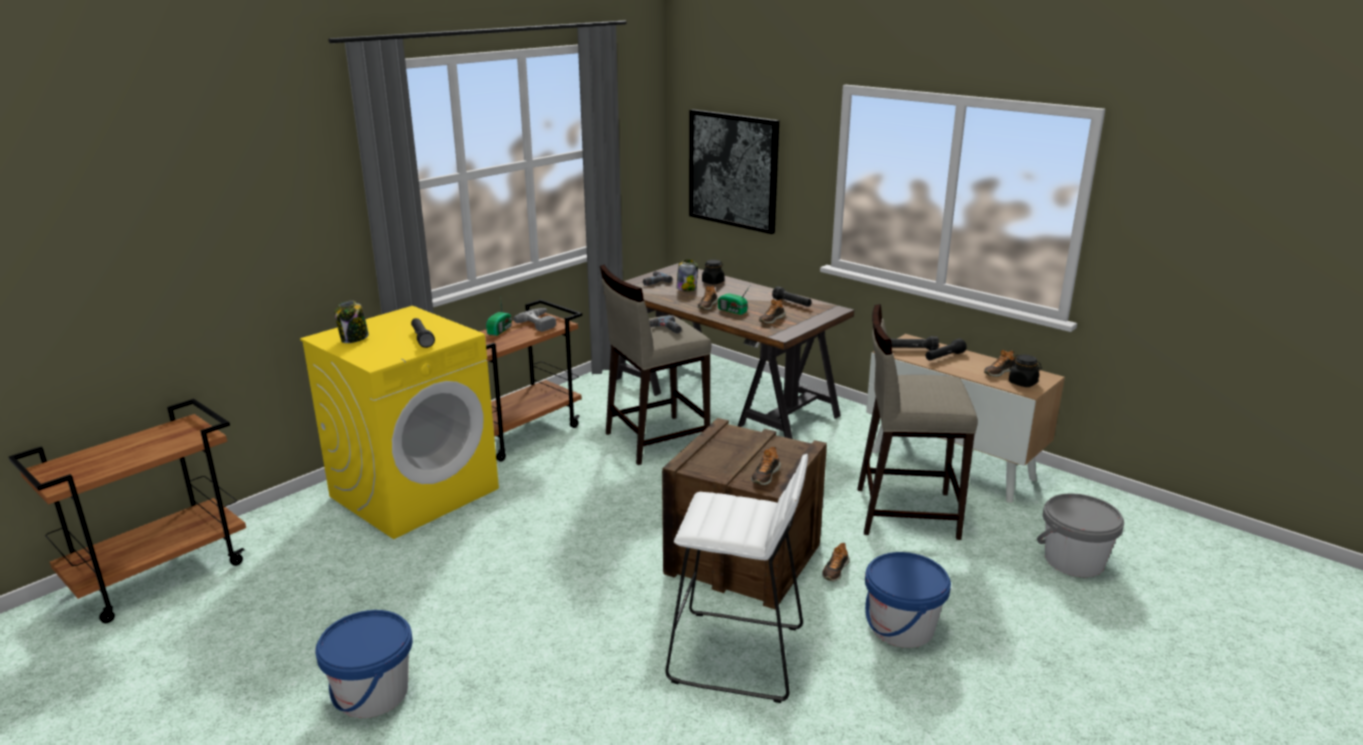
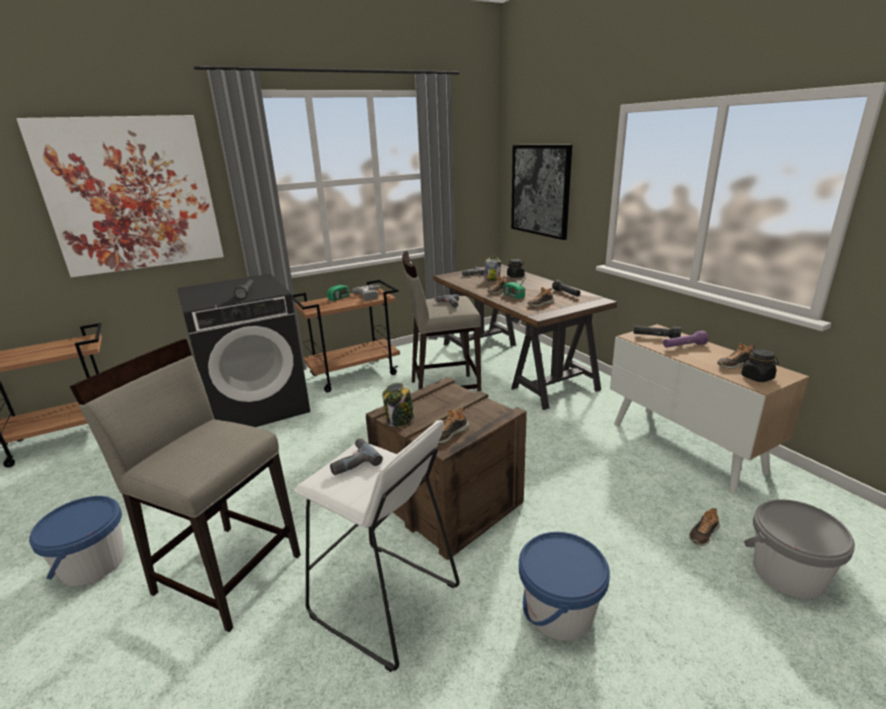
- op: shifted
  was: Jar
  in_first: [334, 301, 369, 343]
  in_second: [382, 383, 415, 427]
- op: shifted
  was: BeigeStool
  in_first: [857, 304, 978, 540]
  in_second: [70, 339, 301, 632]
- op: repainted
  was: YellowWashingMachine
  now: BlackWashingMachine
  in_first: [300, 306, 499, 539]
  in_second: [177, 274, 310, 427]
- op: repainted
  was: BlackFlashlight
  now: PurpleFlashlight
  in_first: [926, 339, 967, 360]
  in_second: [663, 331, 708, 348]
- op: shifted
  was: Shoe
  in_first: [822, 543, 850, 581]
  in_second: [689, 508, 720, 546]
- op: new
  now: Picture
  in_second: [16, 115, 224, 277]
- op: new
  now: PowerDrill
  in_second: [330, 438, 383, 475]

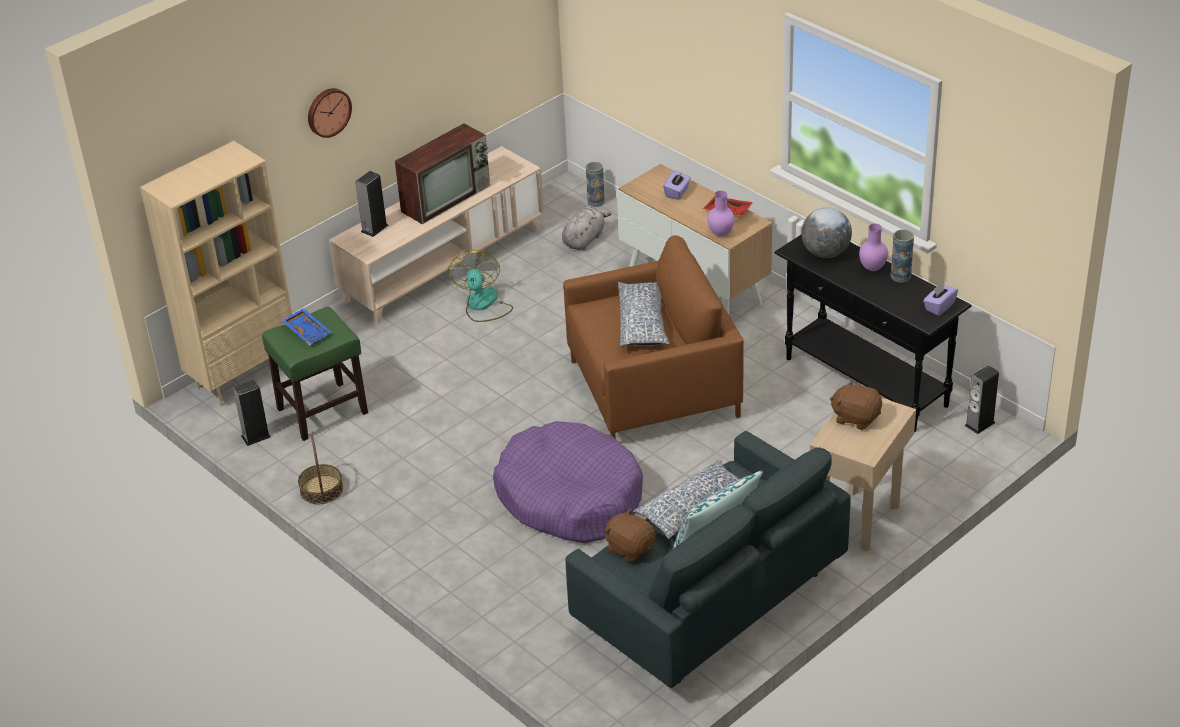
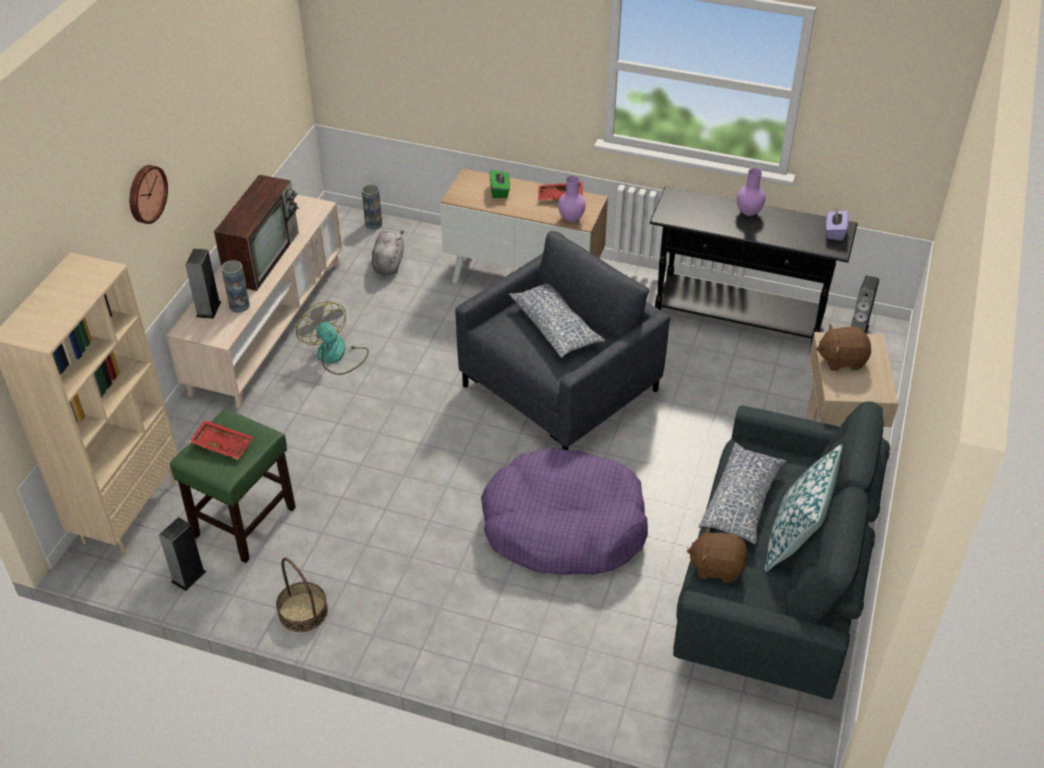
- op: repainted
  was: PurpleTissueBox
  now: GreenTissueBox
  in_first: [663, 170, 691, 200]
  in_second: [490, 169, 510, 198]
- op: gone
  was: Globe
  in_first: [801, 208, 852, 258]
- op: shifted
  was: Vase
  in_first: [891, 229, 914, 283]
  in_second: [221, 260, 250, 313]
- op: repainted
  was: BrownArmchair
  now: GreyArmchair
  in_first: [563, 235, 744, 439]
  in_second: [455, 231, 670, 450]
- op: repainted
  was: BlueTray
  now: RedTray
  in_first: [281, 308, 332, 345]
  in_second: [189, 420, 253, 460]

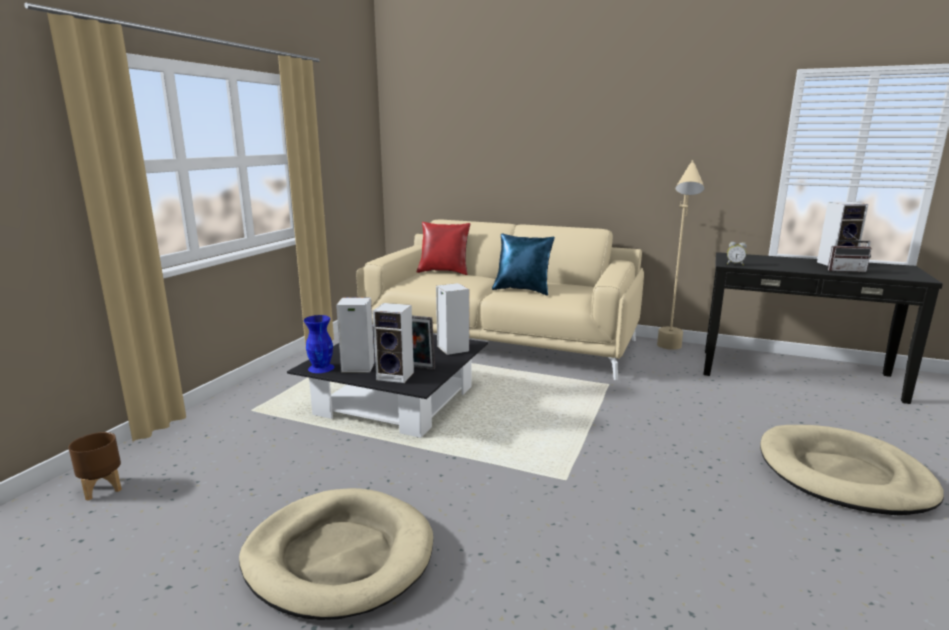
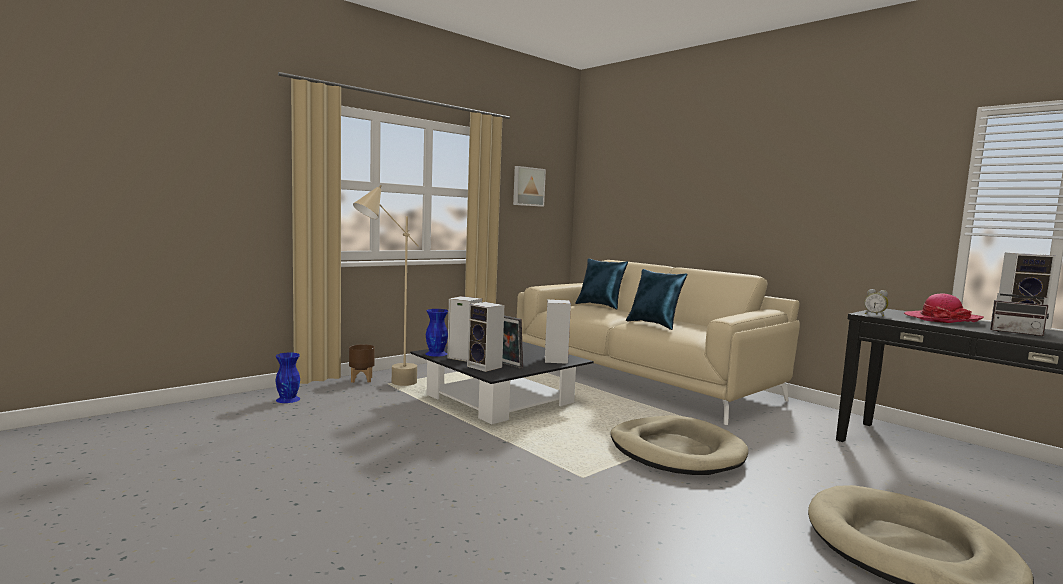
- op: shifted
  was: BeigeFloorLamp
  in_first: [657, 160, 705, 350]
  in_second: [353, 185, 418, 386]
- op: repainted
  was: RedPillow
  now: BluePillow
  in_first: [417, 222, 471, 275]
  in_second: [575, 258, 628, 310]
- op: shifted
  was: BrownPlanter
  in_first: [69, 432, 122, 501]
  in_second: [349, 344, 375, 383]
- op: shifted
  was: BeigeDogBed
  in_first: [239, 488, 433, 620]
  in_second: [610, 415, 748, 475]
- op: new
  now: Picture
  in_second: [513, 166, 546, 207]
- op: new
  now: Hat
  in_second: [904, 293, 984, 323]
- op: new
  now: BlueVase
  in_second: [275, 353, 300, 403]

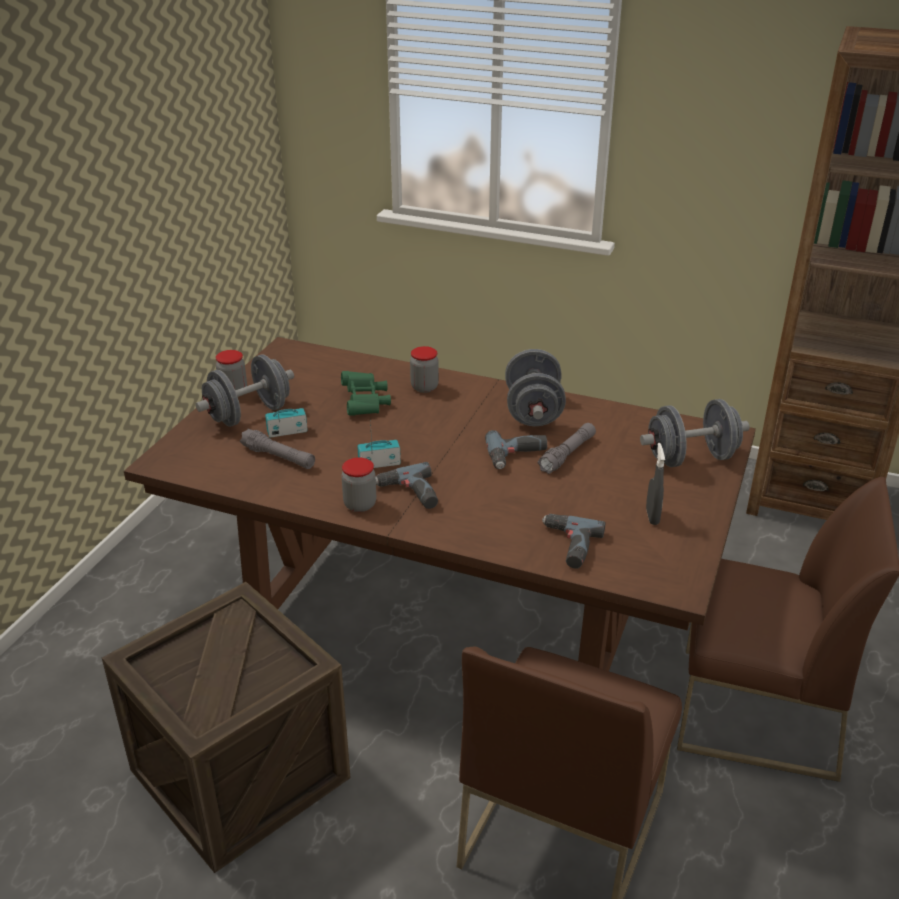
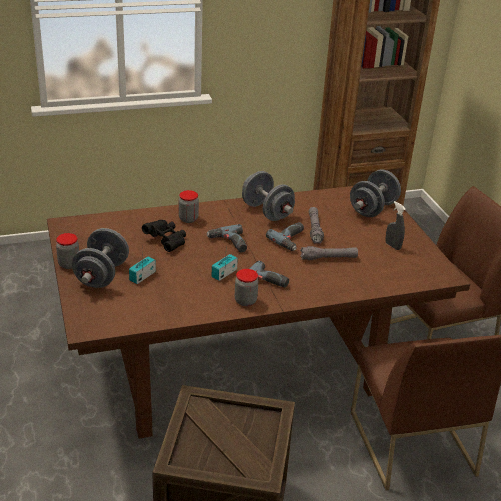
- op: repainted
  was: GreenBinoculars
  now: BlackBinoculars
  in_first: [341, 371, 391, 415]
  in_second: [142, 220, 186, 252]
- op: shifted
  was: GreyFlashlight
  in_first: [240, 429, 315, 469]
  in_second: [300, 246, 358, 260]
- op: shifted
  was: PowerDrill
  in_first: [542, 514, 605, 569]
  in_second: [206, 224, 247, 252]

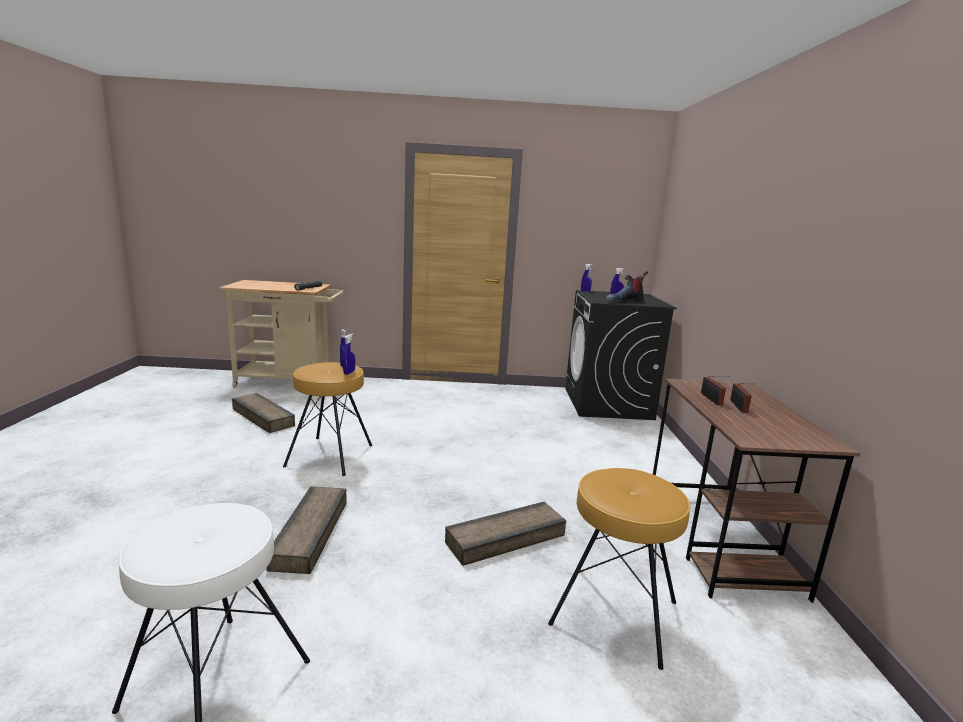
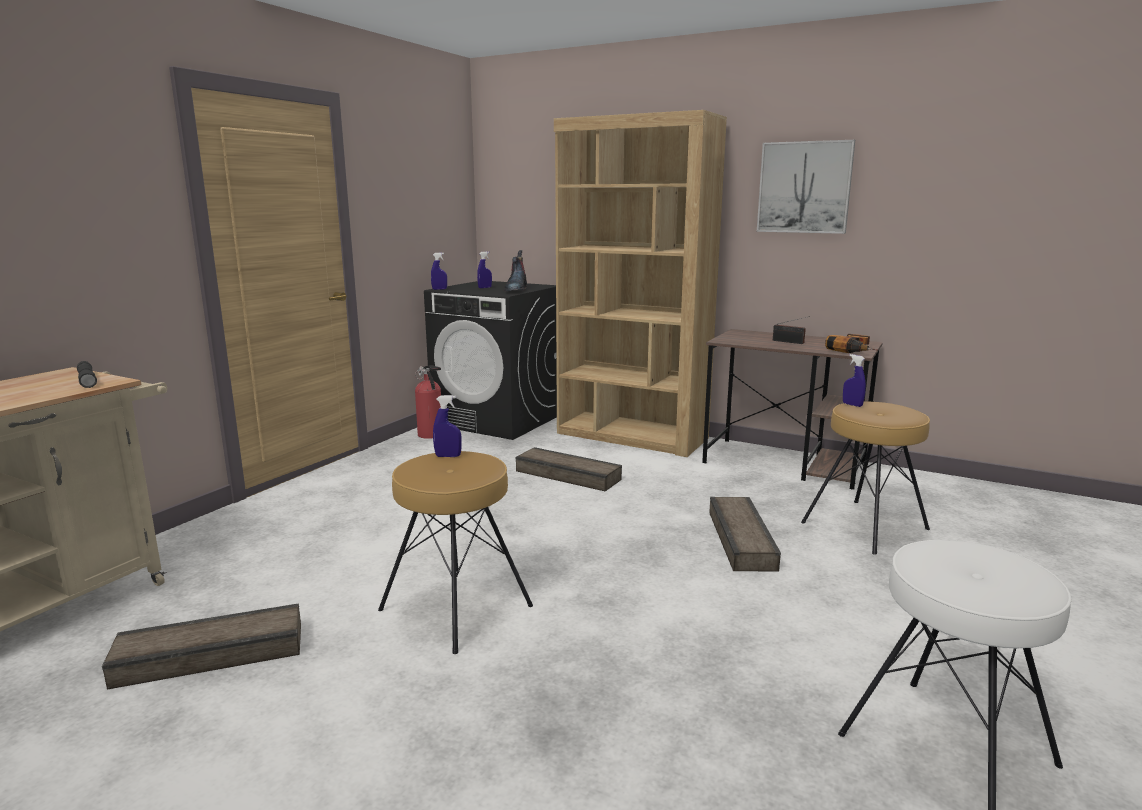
- op: shifted
  was: BlueSprayBottle
  in_first: [343, 333, 355, 375]
  in_second: [843, 354, 866, 407]
- op: gone
  was: Radio
  in_first: [701, 376, 730, 405]
- op: shifted
  was: Crate
  in_first: [266, 486, 347, 574]
  in_second: [516, 447, 622, 491]
- op: new
  now: BrownBookcase
  in_second: [554, 110, 727, 457]
- op: new
  now: Picture
  in_second: [757, 140, 855, 234]
- op: new
  now: PowerDrill
  in_second: [825, 334, 878, 353]
- op: new
  now: FireExtinguisher
  in_second: [415, 365, 441, 439]

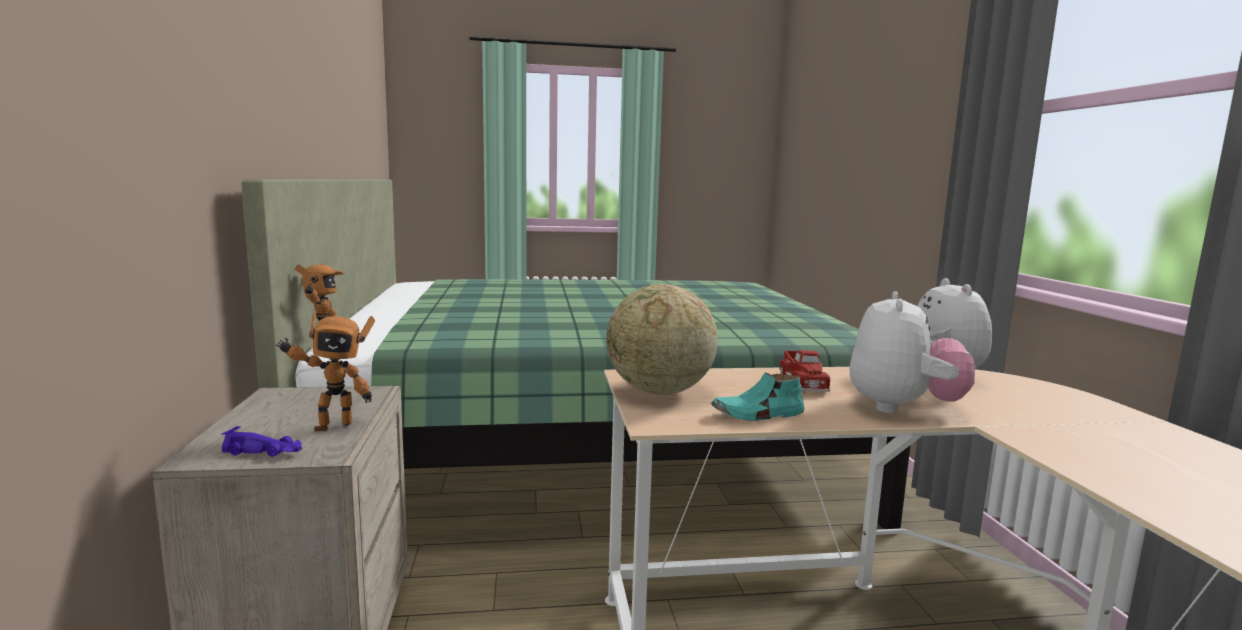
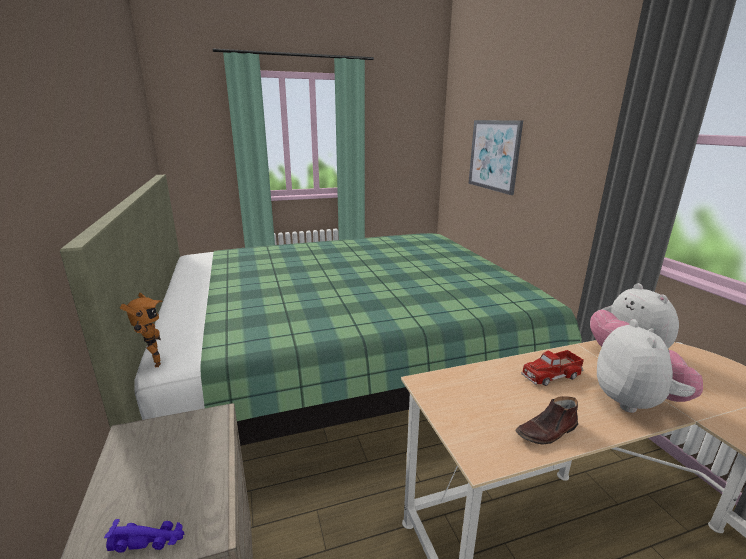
- op: gone
  was: Globe
  in_first: [606, 284, 718, 395]
- op: gone
  was: ToyRobot
  in_first: [276, 312, 375, 431]
- op: rotated
  was: ToyTruck
  in_first: [780, 350, 830, 392]
  in_second: [521, 350, 584, 386]
  clockwise: 75
- op: repainted
  was: TurquoiseShoe
  now: BrownShoe
  in_first: [711, 373, 804, 421]
  in_second: [516, 396, 578, 445]
- op: new
  now: Picture
  in_second: [469, 120, 523, 195]

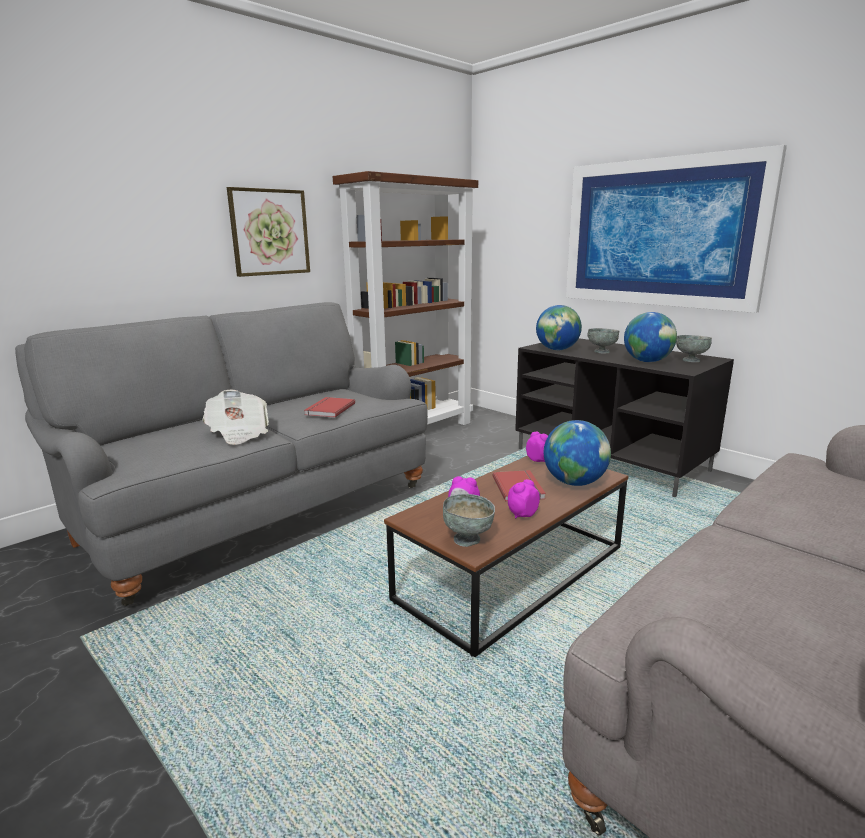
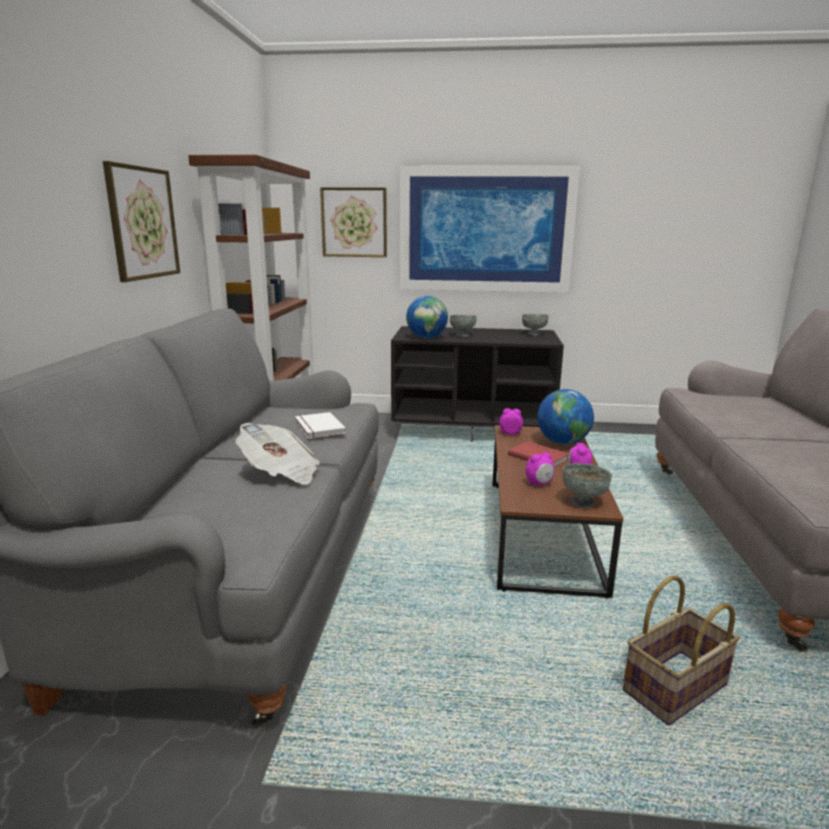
- op: gone
  was: Globe
  in_first: [624, 312, 677, 362]
- op: repainted
  was: RedBook
  now: WhiteBook
  in_first: [304, 397, 355, 417]
  in_second: [295, 412, 346, 438]
- op: new
  now: Picture
  in_second: [320, 187, 387, 257]
- op: new
  now: Basket
  in_second: [623, 575, 740, 725]

